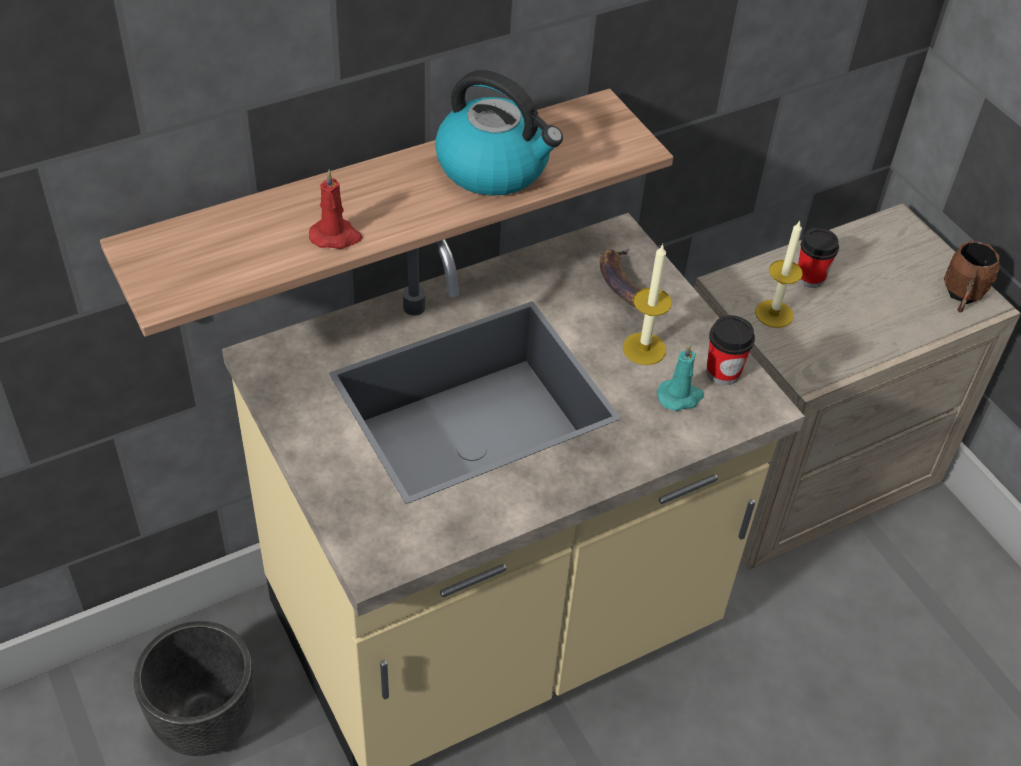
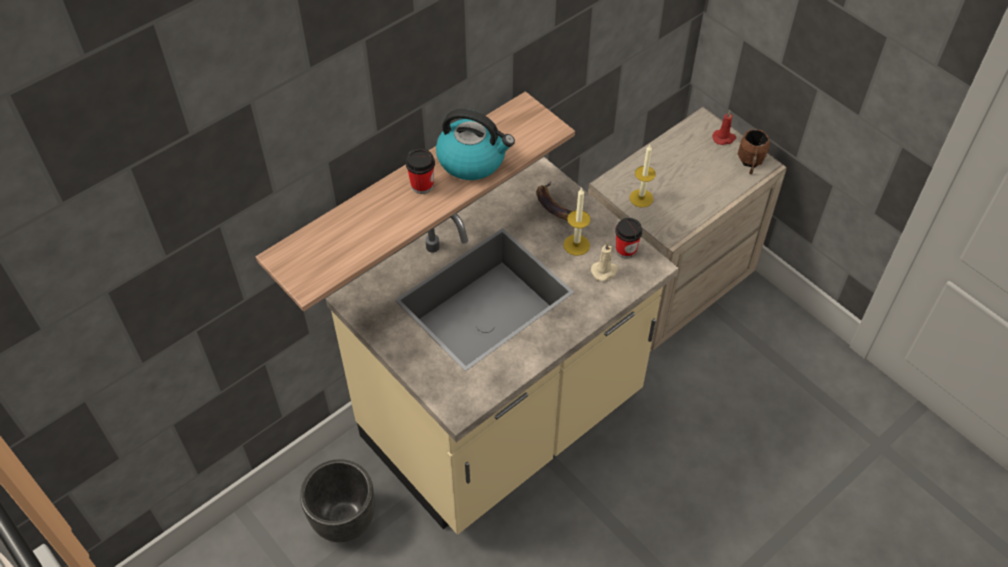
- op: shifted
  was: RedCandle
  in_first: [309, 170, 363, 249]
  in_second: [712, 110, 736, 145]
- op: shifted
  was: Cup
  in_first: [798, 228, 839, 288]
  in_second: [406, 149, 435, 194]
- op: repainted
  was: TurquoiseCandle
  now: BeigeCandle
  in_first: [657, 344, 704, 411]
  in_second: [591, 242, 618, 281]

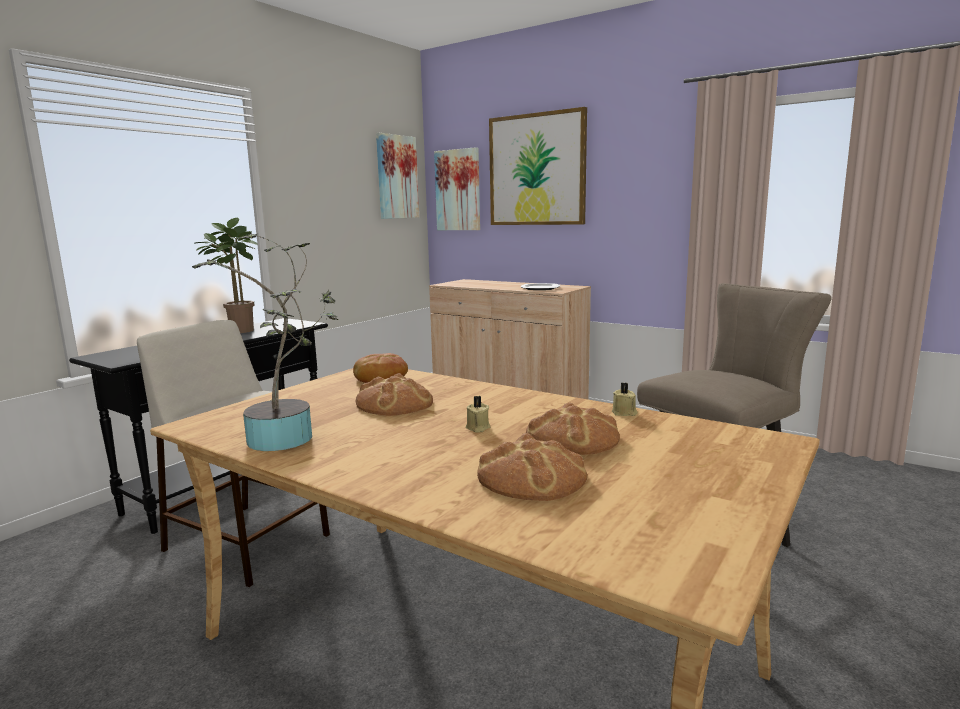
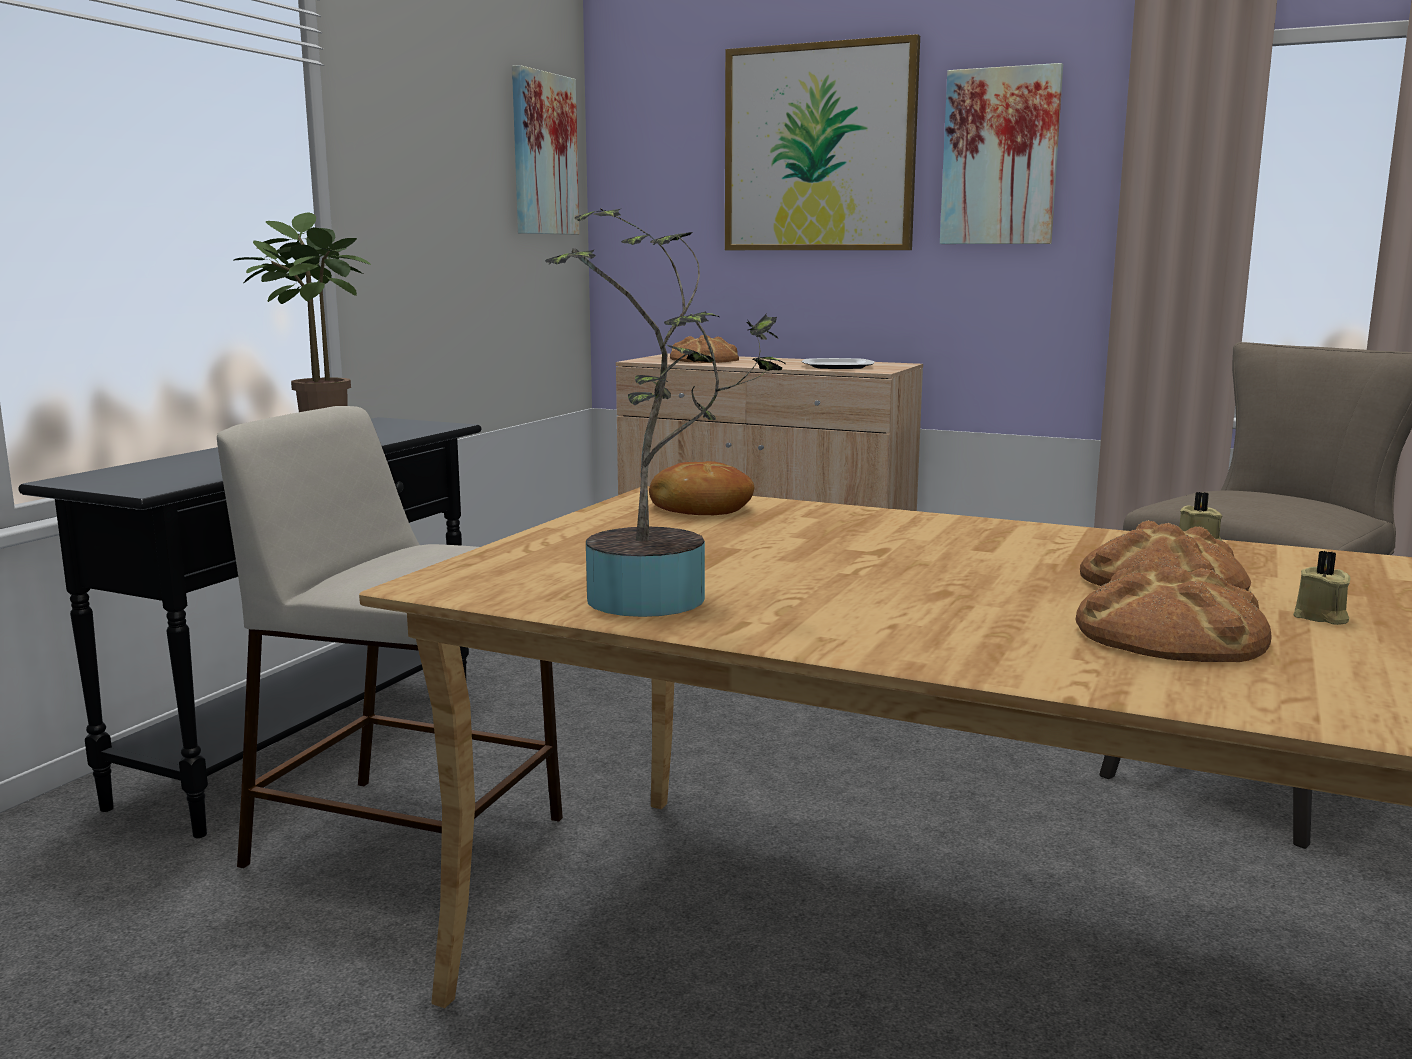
- op: shifted
  was: Picture
  in_first: [434, 147, 480, 230]
  in_second: [940, 63, 1063, 244]
- op: shifted
  was: Bread
  in_first: [355, 373, 433, 416]
  in_second: [670, 335, 739, 363]
- op: shifted
  was: BeigeCandle
  in_first: [466, 396, 490, 432]
  in_second: [1293, 551, 1351, 625]

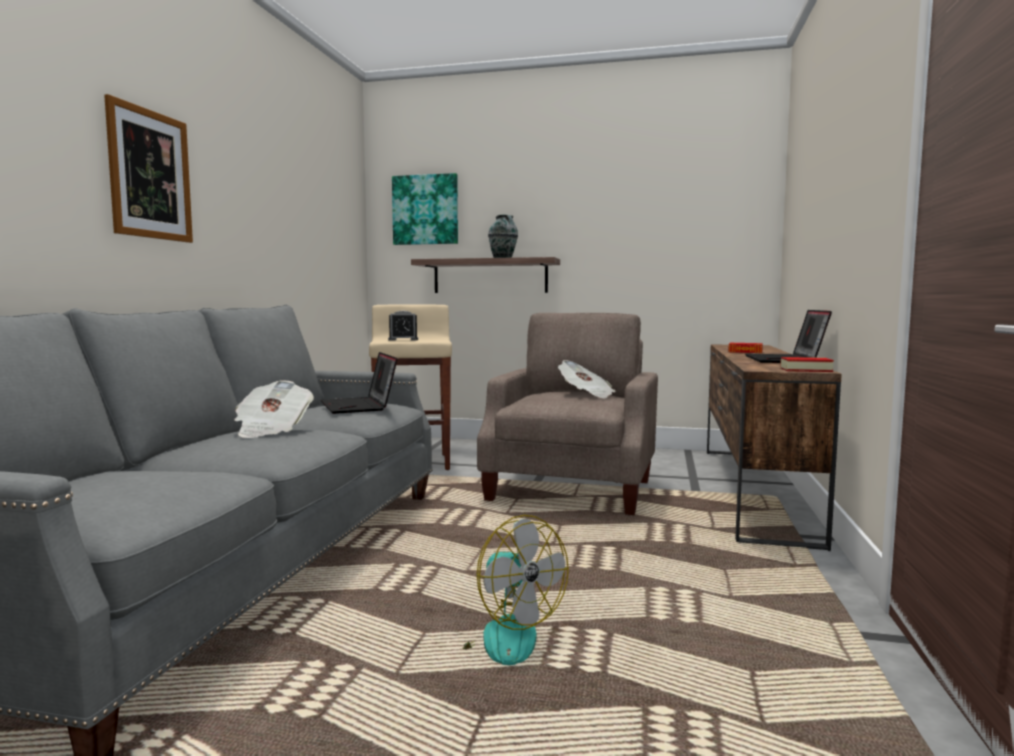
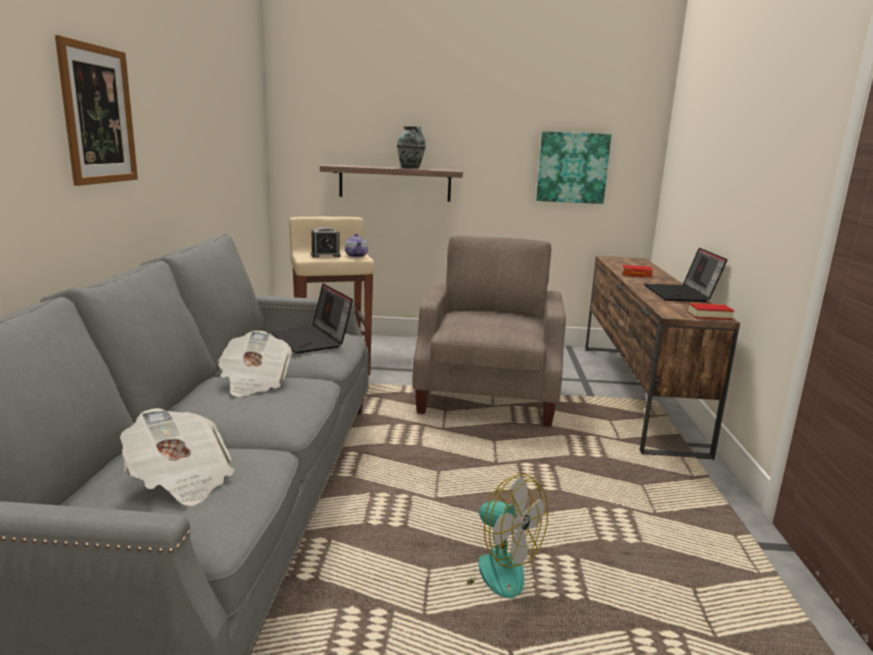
- op: shifted
  was: Picture
  in_first: [392, 173, 458, 245]
  in_second: [536, 131, 611, 204]
- op: shifted
  was: Newspaper
  in_first: [558, 360, 615, 399]
  in_second: [120, 408, 235, 506]
- op: new
  now: Teapot
  in_second: [345, 233, 368, 258]

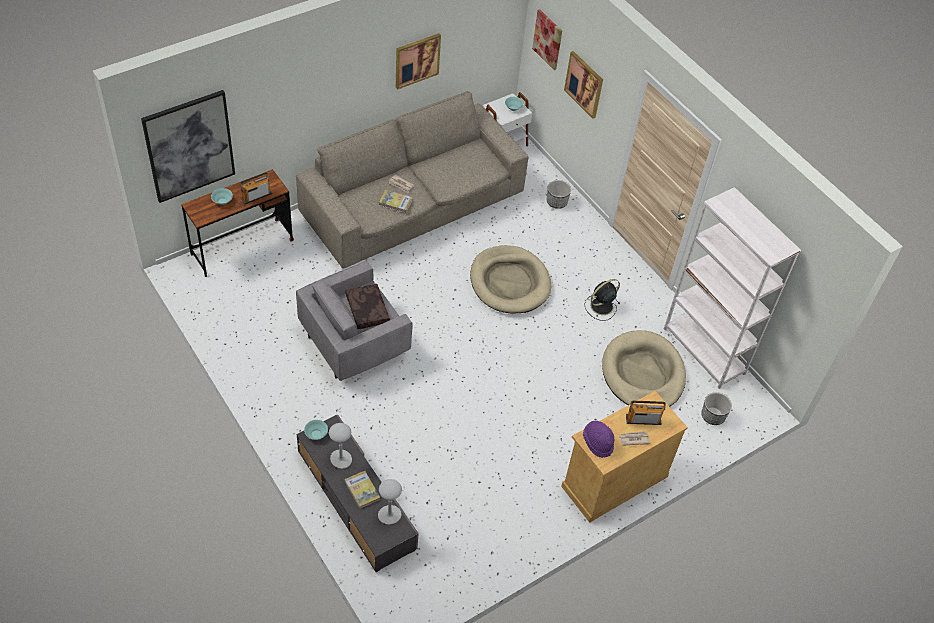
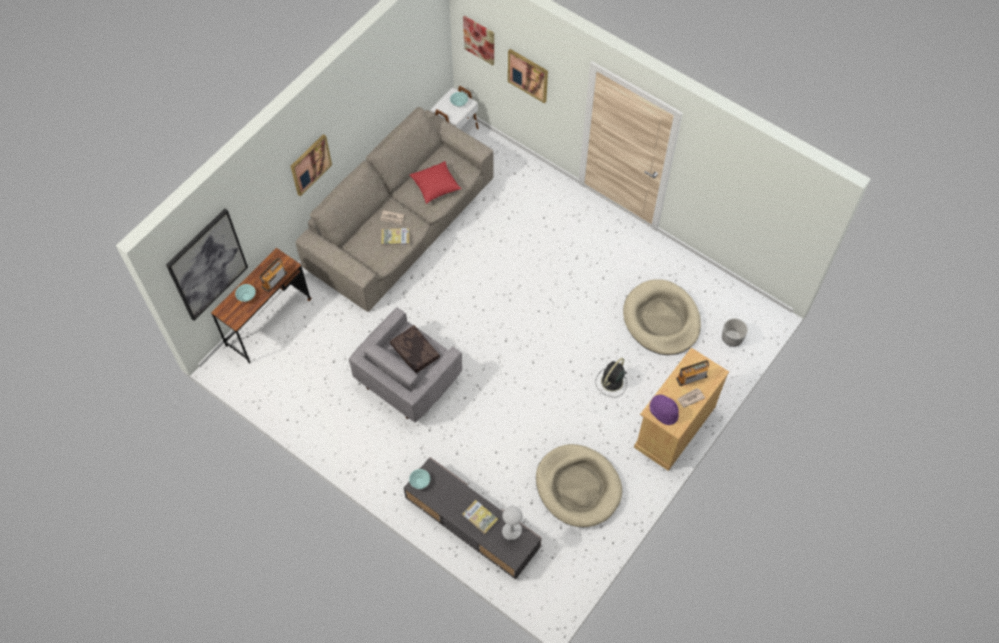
- op: shifted
  was: Picture
  in_first: [396, 33, 441, 90]
  in_second: [290, 134, 332, 196]
- op: gone
  was: Planter
  in_first: [547, 180, 571, 209]
- op: gone
  was: WhiteBookcase
  in_first: [664, 187, 801, 389]
- op: shifted
  was: BeigeDogBed
  in_first: [470, 245, 551, 314]
  in_second: [536, 444, 622, 527]
- op: shifted
  was: BlackFan
  in_first: [584, 279, 620, 321]
  in_second: [596, 358, 627, 397]
- op: gone
  was: GreyTableLamp
  in_first: [329, 423, 352, 469]
- op: new
  now: RedPillow
  in_second: [410, 161, 462, 204]

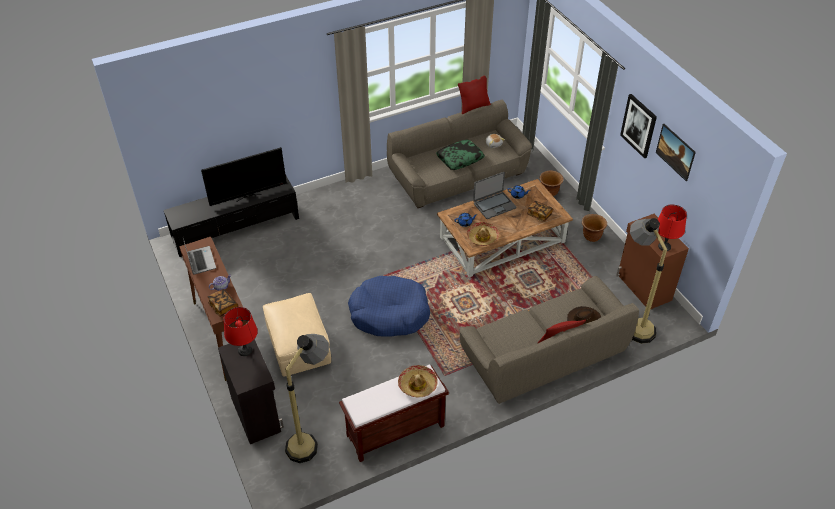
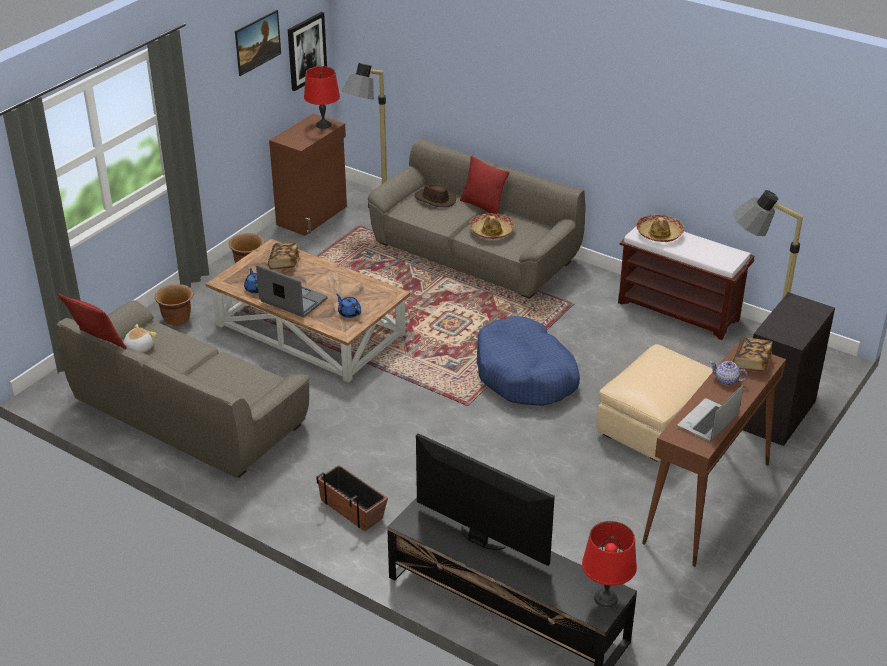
- op: shifted
  was: Picture
  in_first: [620, 94, 657, 158]
  in_second: [288, 12, 327, 91]
- op: gone
  was: Pillow
  in_first: [436, 140, 485, 170]
- op: shifted
  was: Hat
  in_first: [467, 222, 500, 246]
  in_second: [469, 213, 514, 239]
- op: shifted
  was: RedTableLamp
  in_first: [223, 307, 258, 356]
  in_second: [582, 521, 637, 607]
- op: new
  now: Planter
  in_second: [316, 465, 388, 531]

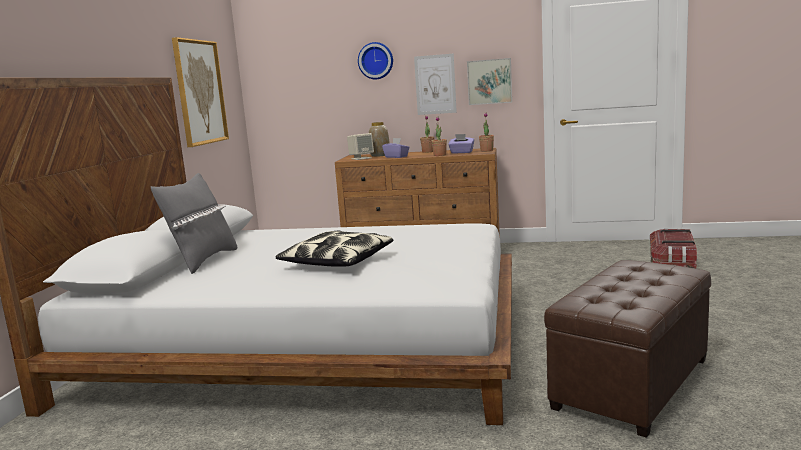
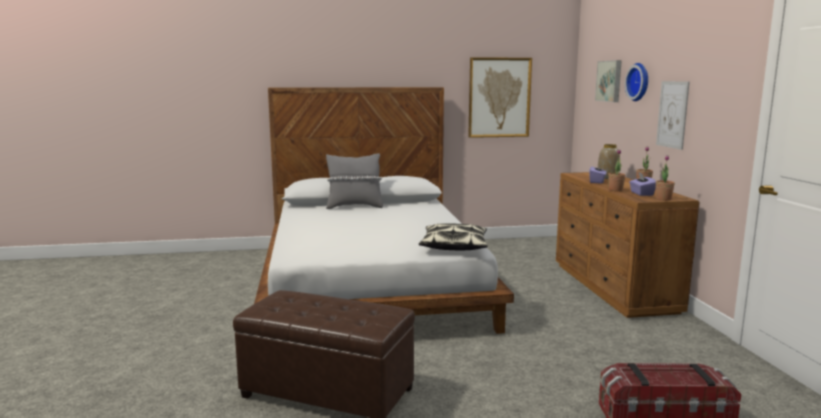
- op: shifted
  was: Picture
  in_first: [467, 58, 512, 105]
  in_second: [595, 60, 622, 102]
- op: gone
  was: BeigeSpeaker
  in_first: [347, 133, 374, 160]
- op: shifted
  was: Pillow
  in_first: [276, 231, 393, 267]
  in_second: [419, 223, 487, 250]

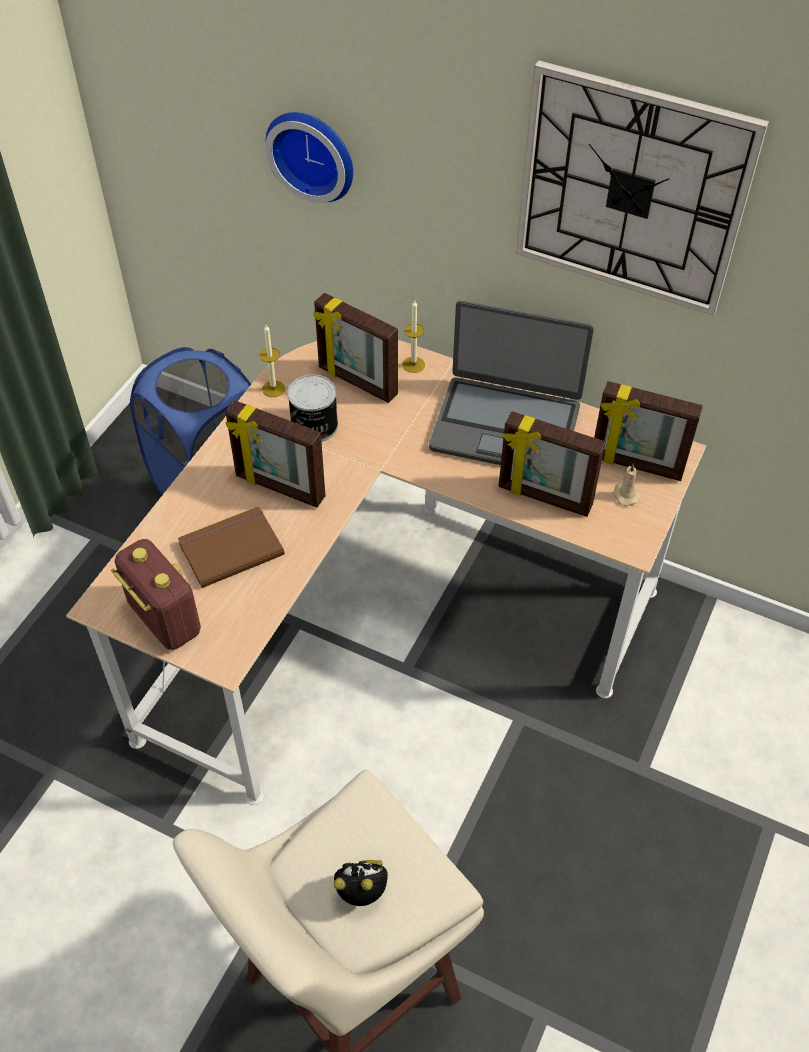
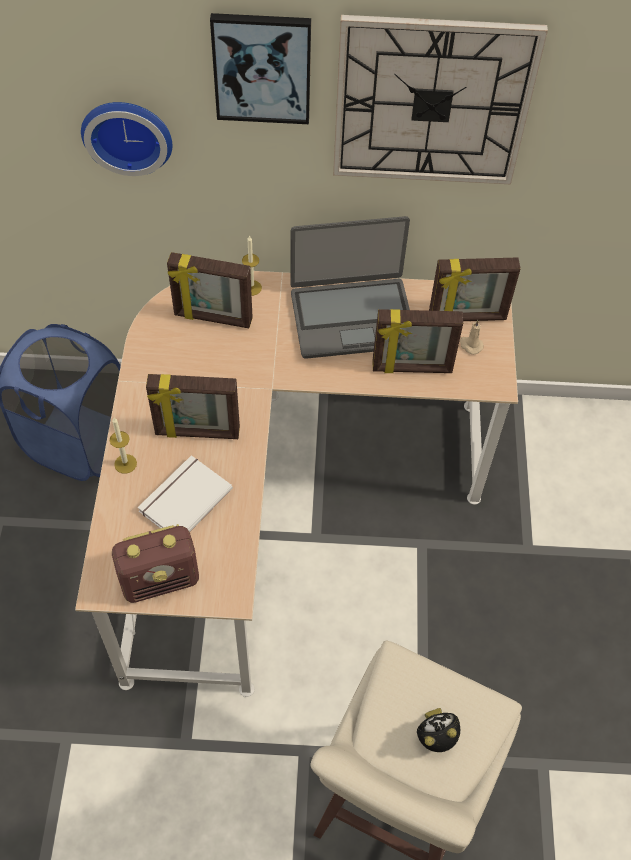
- op: shifted
  was: Candle
  in_first: [260, 325, 285, 397]
  in_second: [110, 418, 137, 474]
- op: gone
  was: Can
  in_first: [287, 375, 338, 442]
- op: repainted
  was: BrownBook
  now: WhiteBook
  in_first: [178, 506, 285, 588]
  in_second: [138, 455, 233, 532]
- op: rotated
  was: Radio
  in_first: [111, 539, 201, 650]
  in_second: [112, 524, 199, 603]
  clockwise: 135
- op: new
  now: Picture
  in_second: [210, 13, 311, 124]

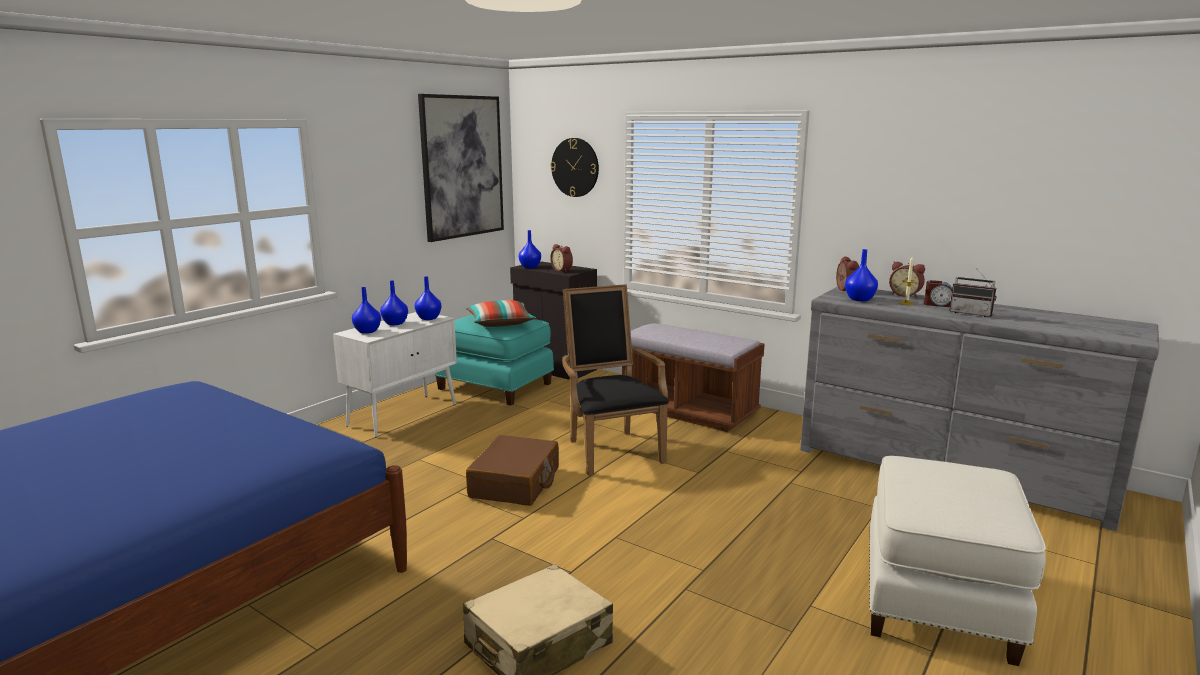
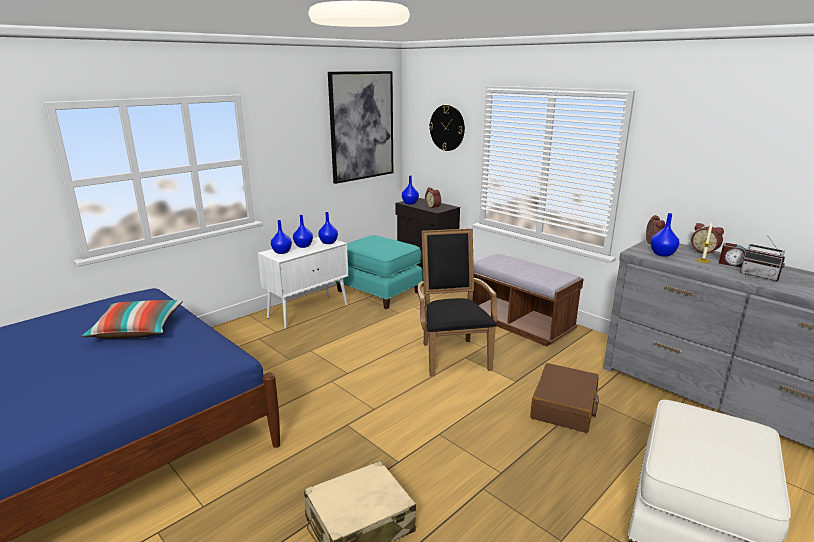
- op: shifted
  was: Pillow
  in_first: [466, 300, 536, 327]
  in_second: [82, 300, 183, 339]
- op: shifted
  was: BrownSuitcase
  in_first: [466, 435, 559, 506]
  in_second: [531, 363, 599, 433]

